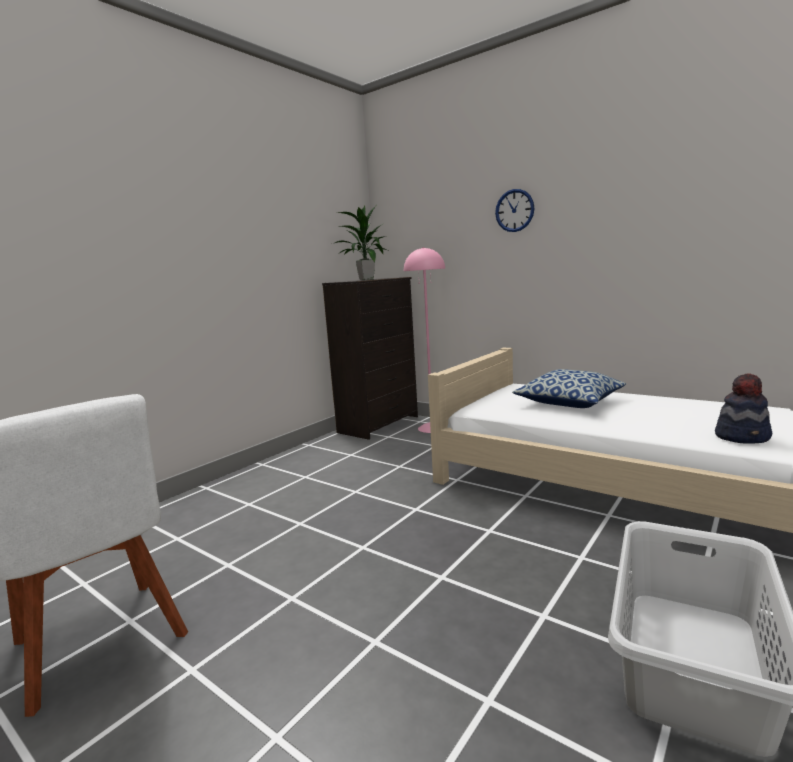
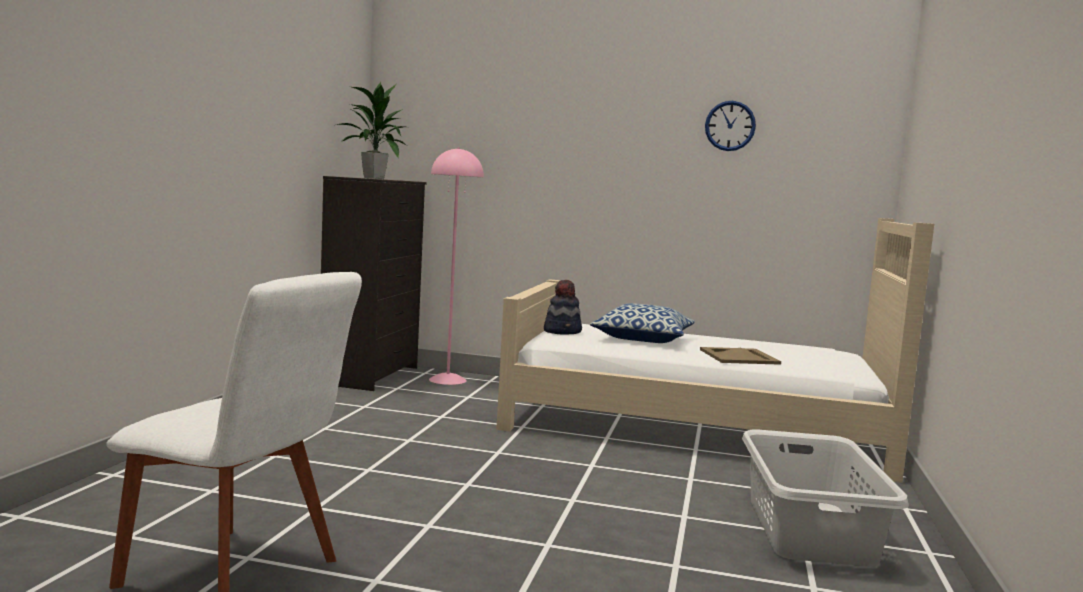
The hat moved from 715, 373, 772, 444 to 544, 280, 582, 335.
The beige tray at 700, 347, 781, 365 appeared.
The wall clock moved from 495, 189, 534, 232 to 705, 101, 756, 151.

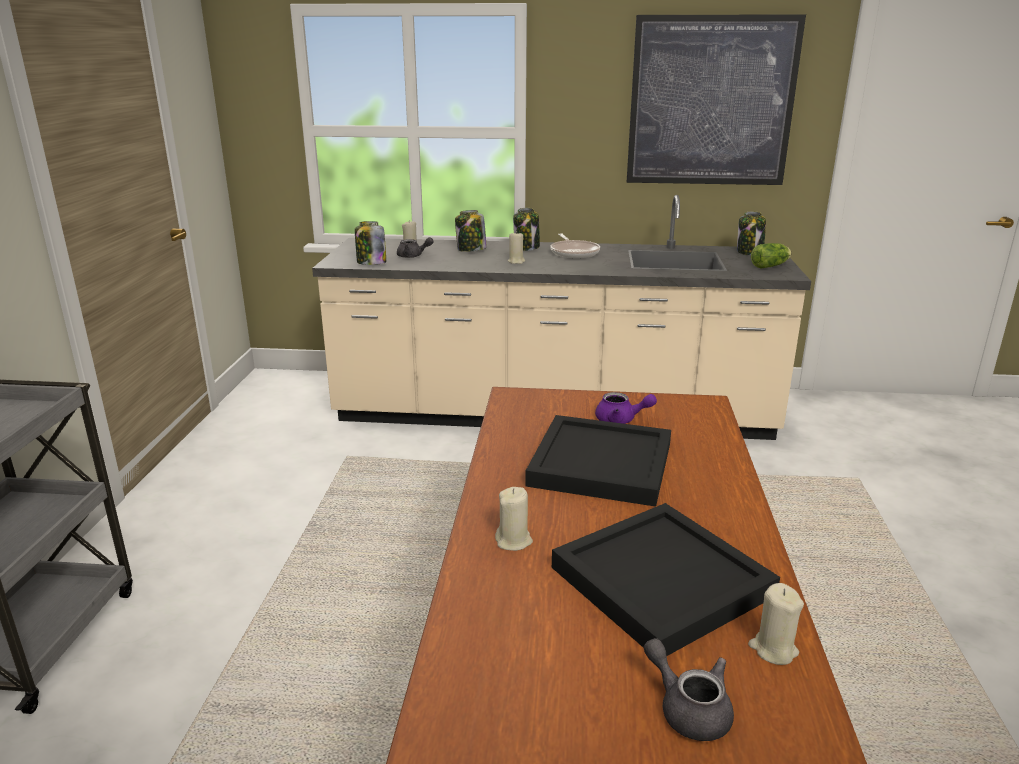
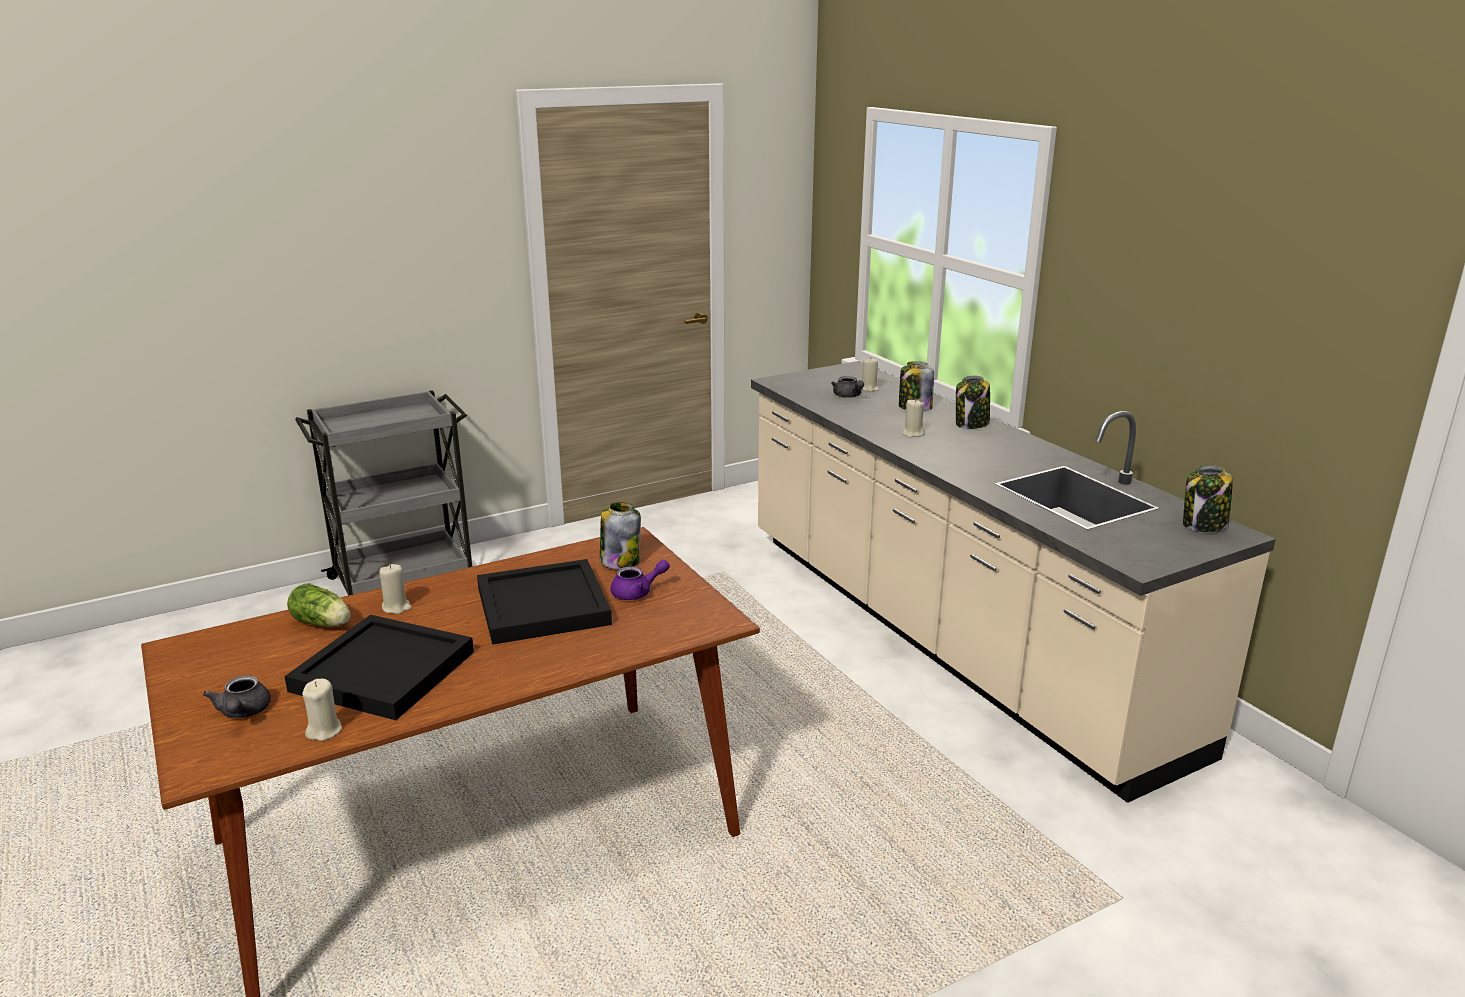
The grey teapot at 644, 638, 734, 741 turned 150 degrees clockwise.
The lettuce moved from 751, 243, 792, 268 to 287, 584, 350, 627.
The jar moved from 355, 221, 386, 265 to 600, 502, 641, 569.
The purple teapot at 595, 392, 657, 424 turned 90 degrees counterclockwise.
The frying pan at 550, 234, 600, 258 disappeared.
The picture at 627, 14, 806, 185 disappeared.

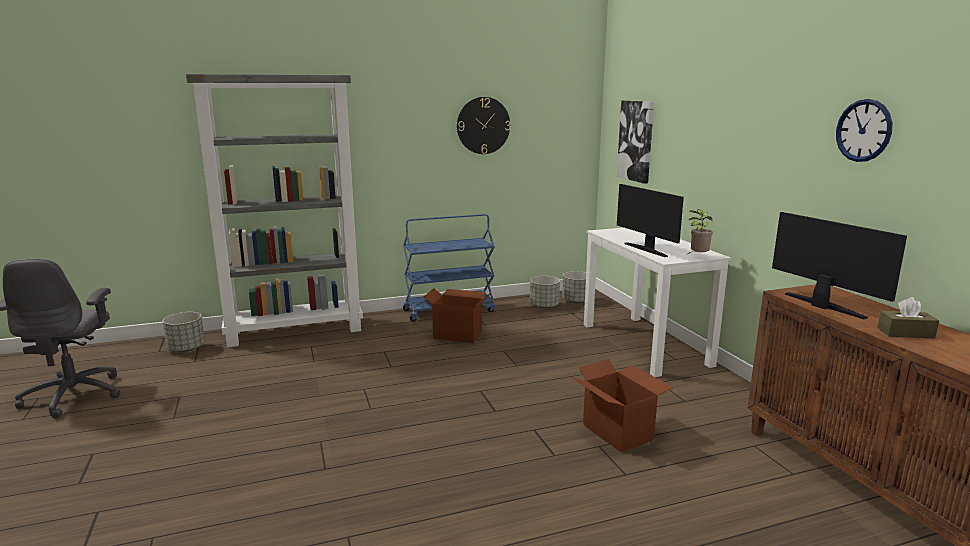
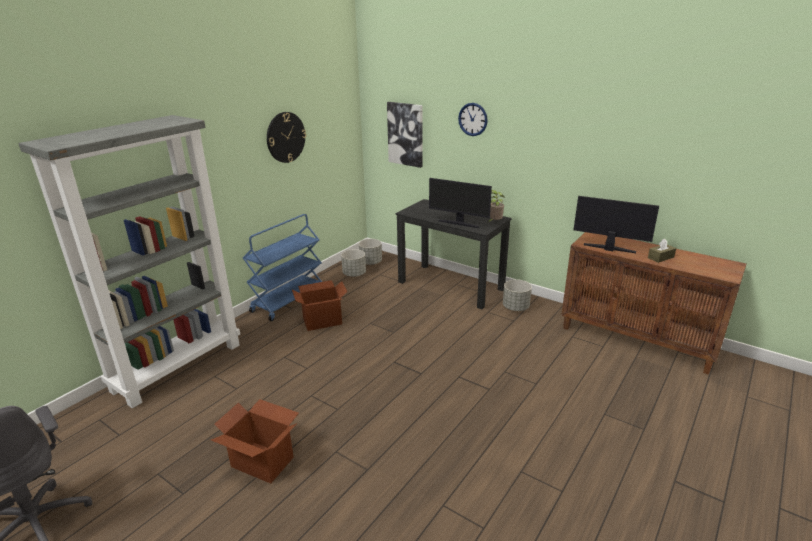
The cardboard box moved from 571, 359, 673, 452 to 211, 399, 299, 484.
The white desk at 584, 228, 731, 377 became the black desk at 396, 199, 512, 309.
The wall clock moved from 836, 99, 893, 162 to 458, 103, 488, 136.
The grey planter moved from 163, 312, 205, 352 to 503, 279, 532, 311.

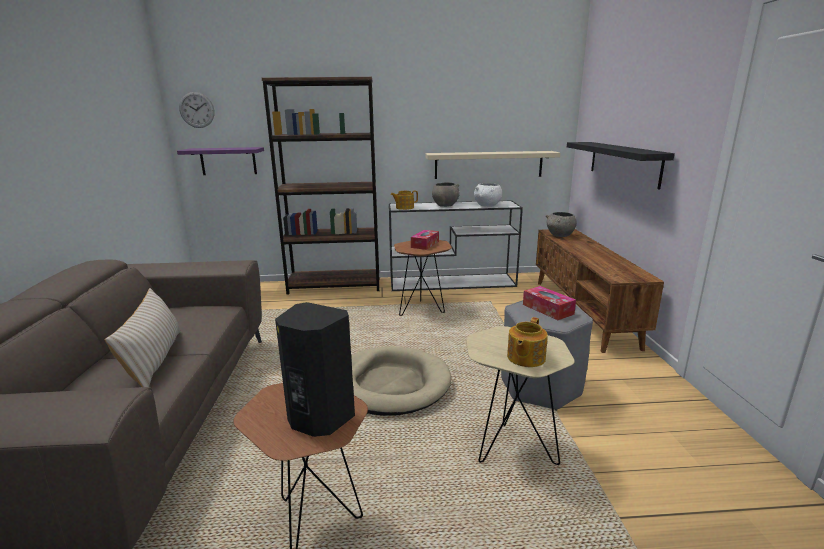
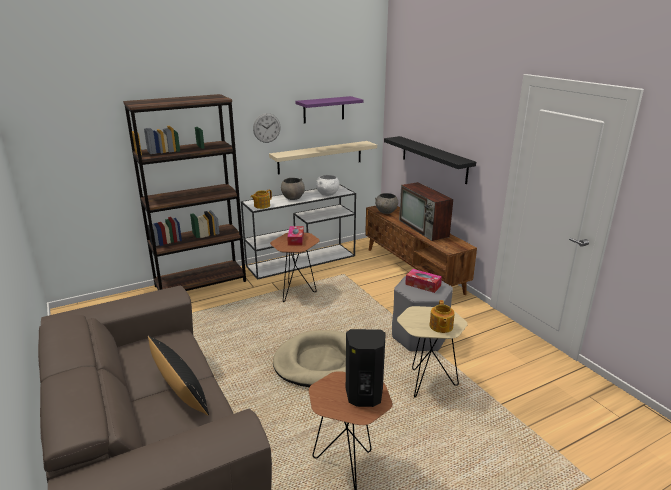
The beige pillow at 105, 288, 181, 387 became the black pillow at 148, 335, 209, 416.
The wall clock moved from 179, 92, 215, 128 to 253, 113, 281, 143.
The purple shelf moved from 177, 147, 264, 175 to 295, 96, 363, 123.
The television at 399, 182, 453, 241 appeared.

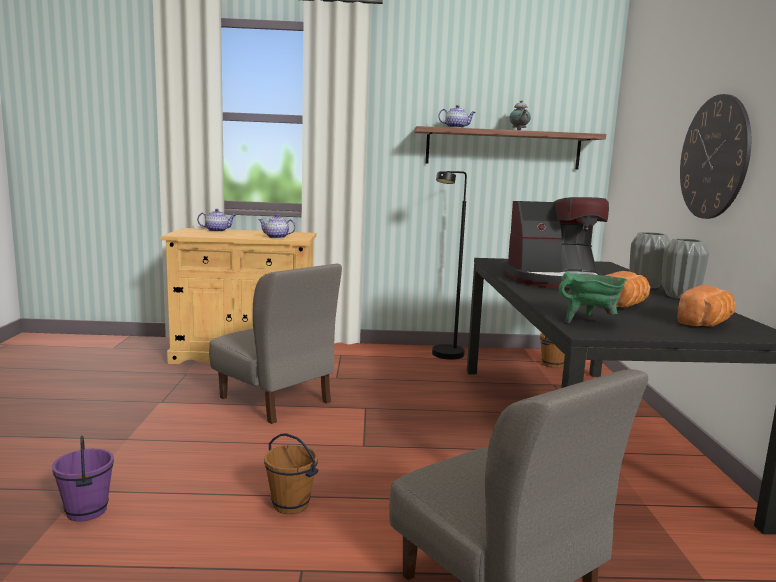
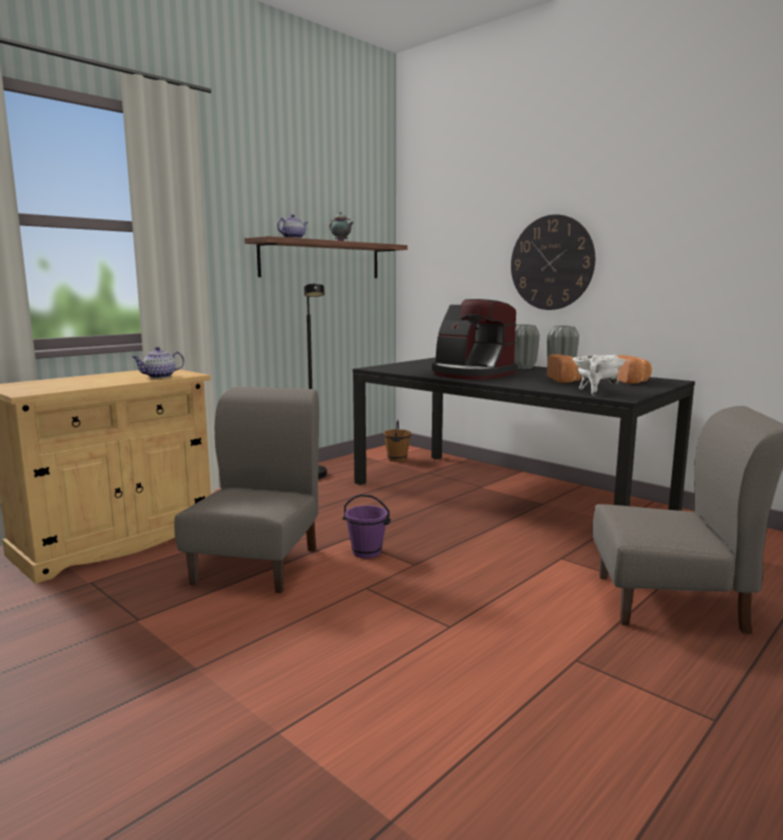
The grey chair at 209, 264, 342, 424 turned 75 degrees counterclockwise.
The purple bucket moved from 52, 436, 114, 521 to 343, 494, 391, 558.
The coffee machine at 502, 197, 609, 289 turned 90 degrees clockwise.
The green cooking pot at 559, 272, 627, 323 became the white cooking pot at 572, 355, 627, 396.
The teapot at 197, 209, 236, 232 disappeared.
The brown bucket at 264, 433, 318, 514 disappeared.

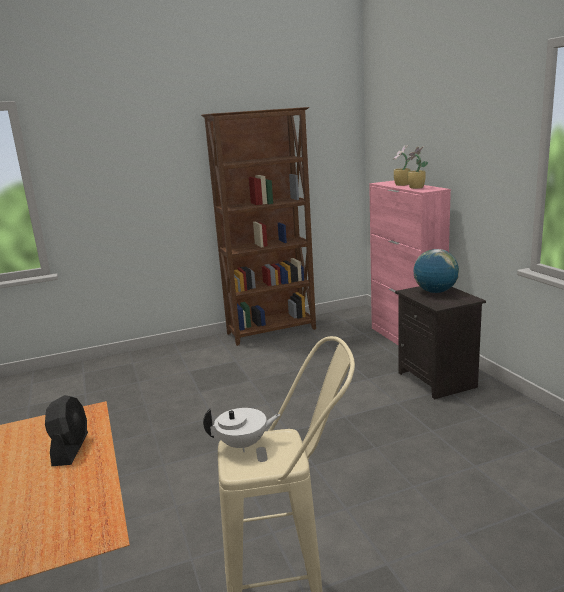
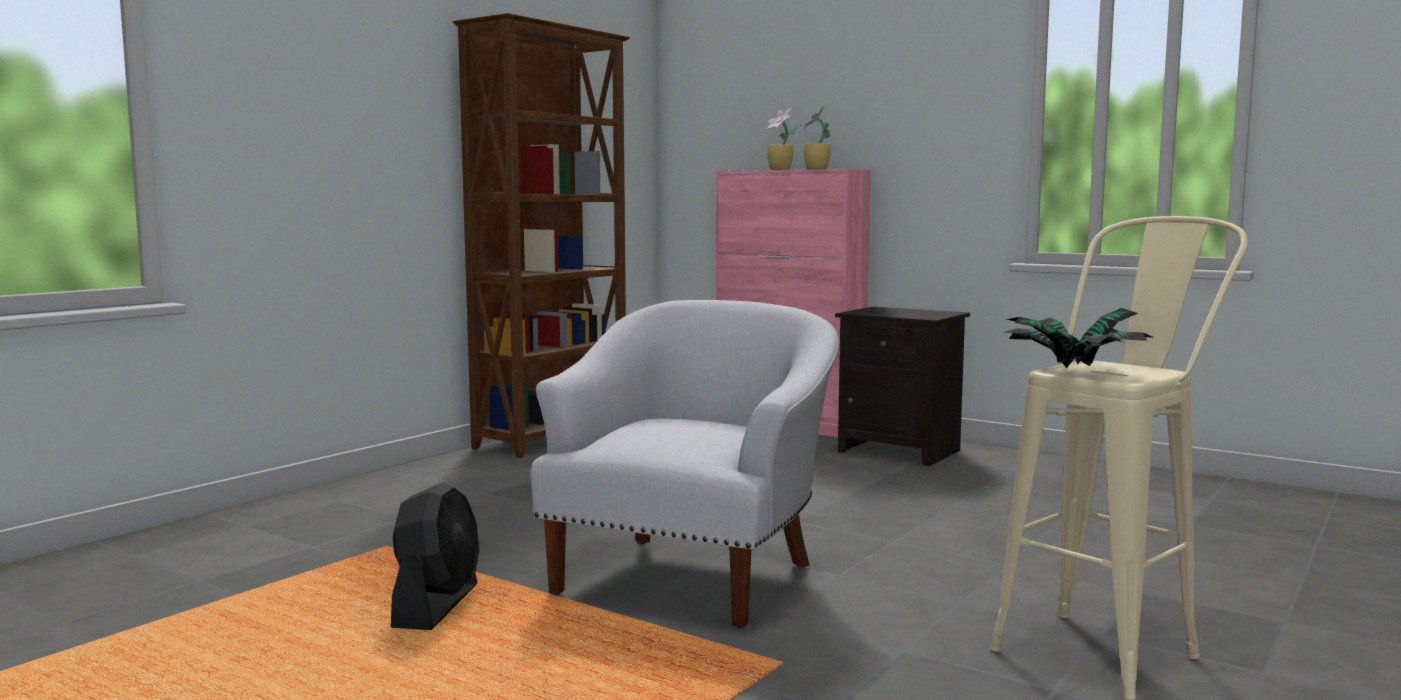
The black fan at 45, 395, 88, 466 turned 45 degrees clockwise.
The white armchair at 531, 300, 838, 628 appeared.
The white teapot at 203, 408, 280, 453 was replaced by the potted plant at 1003, 308, 1154, 369.
The globe at 414, 249, 459, 293 disappeared.

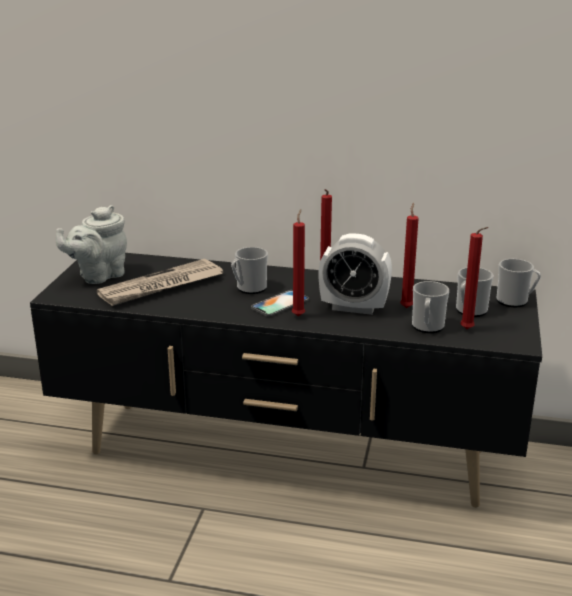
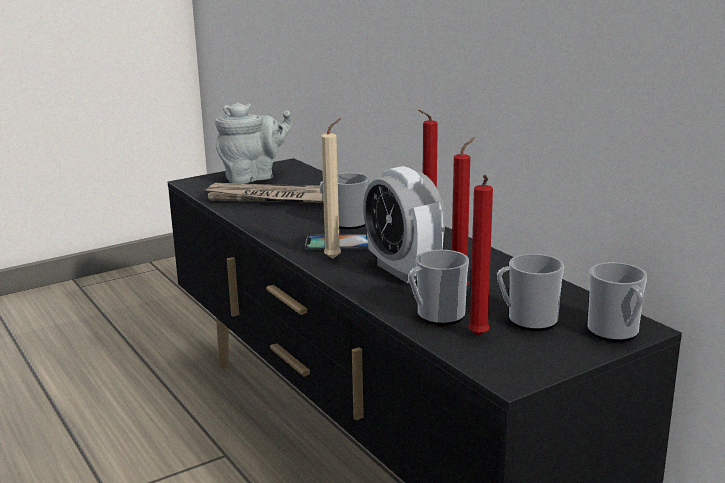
The grey teapot at 56, 205, 127, 284 turned 150 degrees clockwise.
The red candle at 292, 209, 305, 316 became the beige candle at 321, 118, 341, 259.

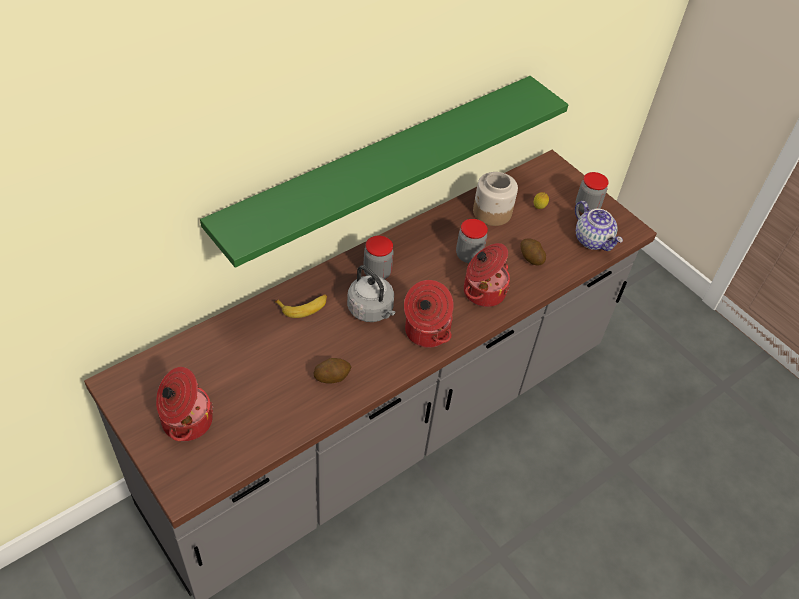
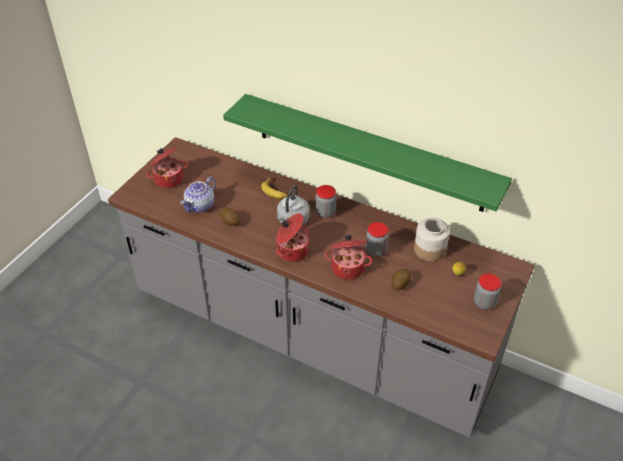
The teapot moved from 575, 201, 623, 251 to 180, 177, 216, 213.

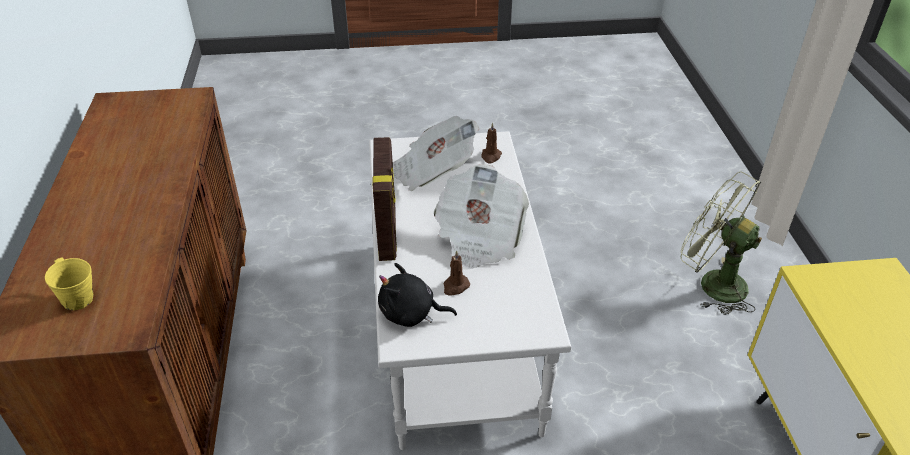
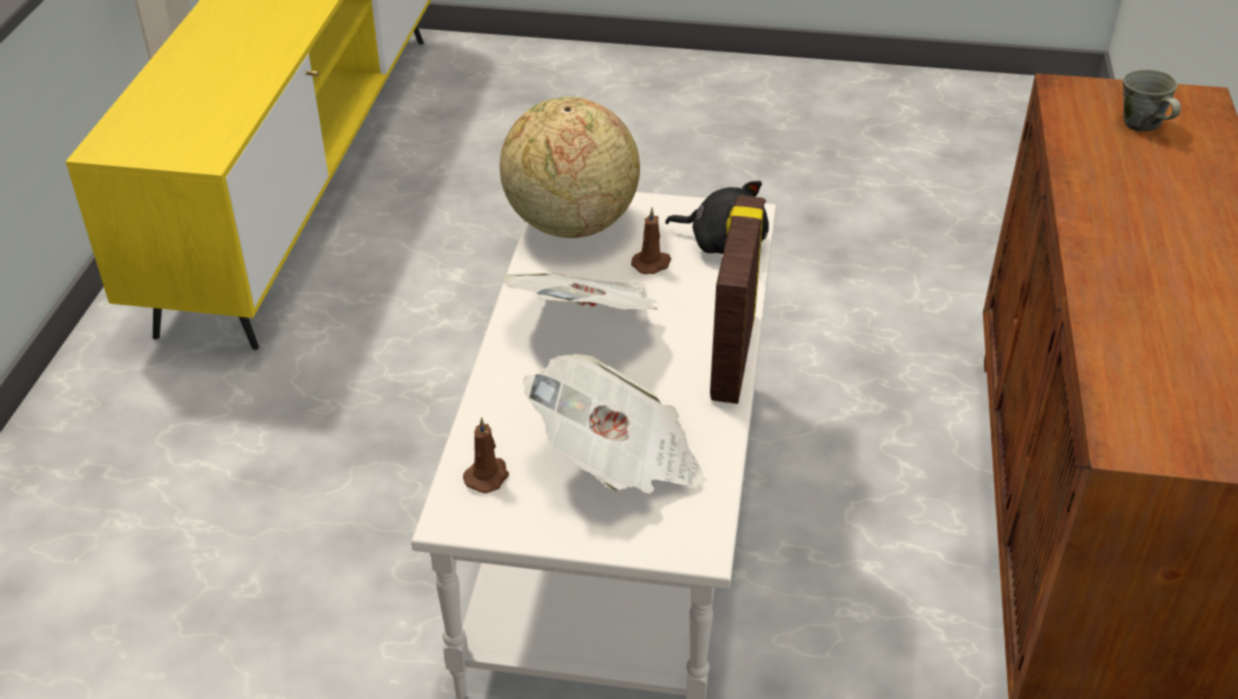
The globe at 500, 97, 640, 238 appeared.
The yellow mug at 45, 257, 93, 310 became the grey mug at 1123, 69, 1181, 132.
The green fan at 681, 171, 762, 315 disappeared.

